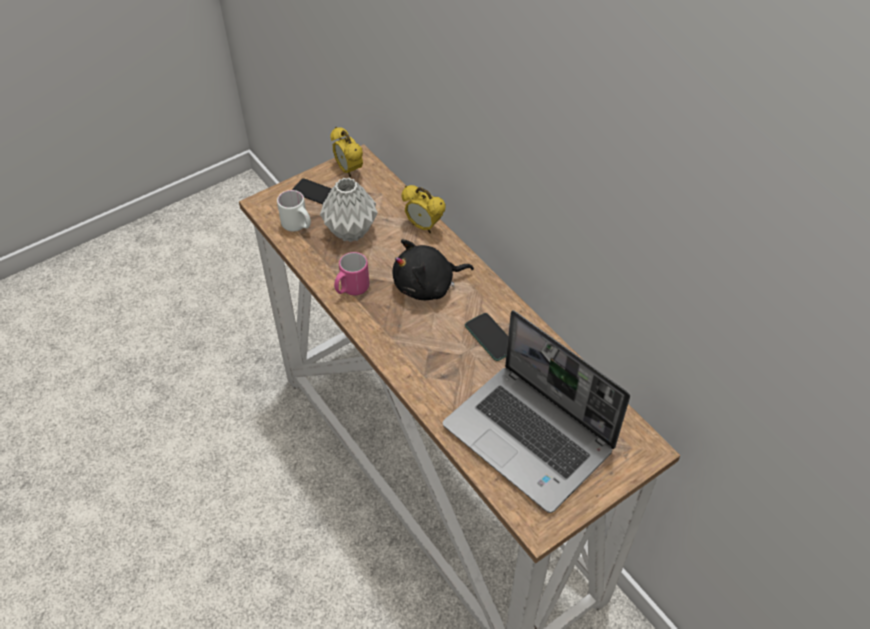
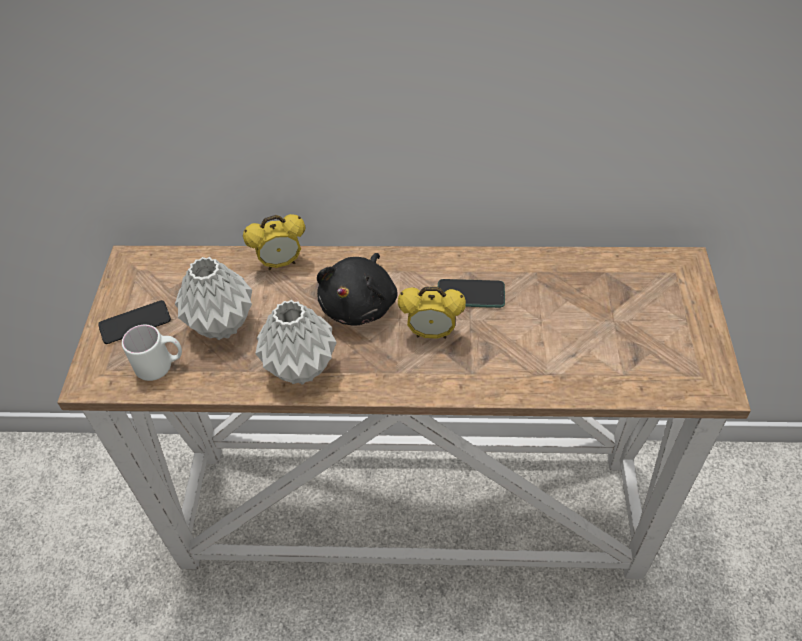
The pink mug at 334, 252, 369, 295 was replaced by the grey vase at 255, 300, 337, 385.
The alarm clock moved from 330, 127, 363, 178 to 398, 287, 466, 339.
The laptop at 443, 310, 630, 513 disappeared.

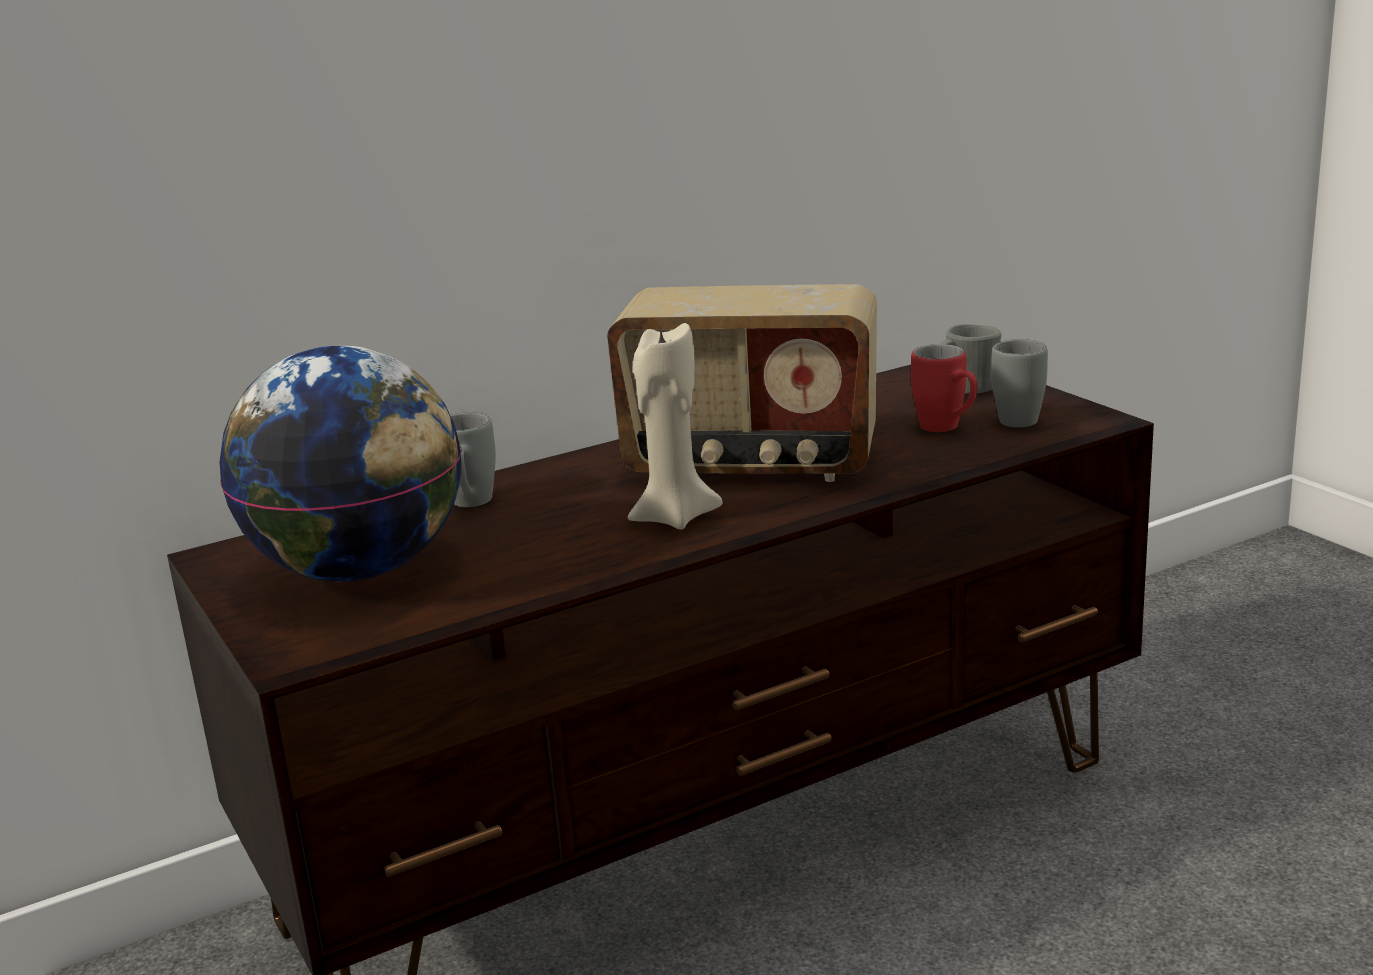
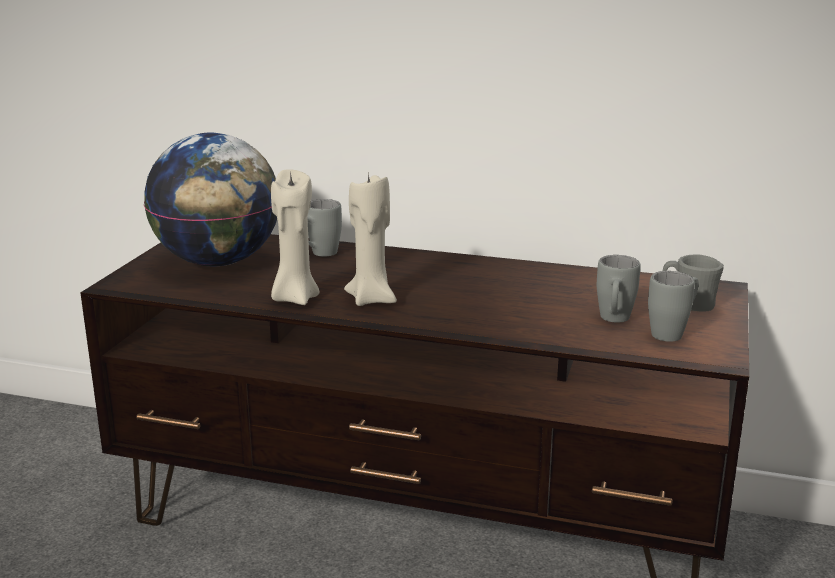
The beige candle at 271, 169, 320, 305 appeared.
The red mug at 911, 344, 977, 432 became the grey mug at 597, 255, 640, 323.
The radio at 607, 284, 877, 482 disappeared.

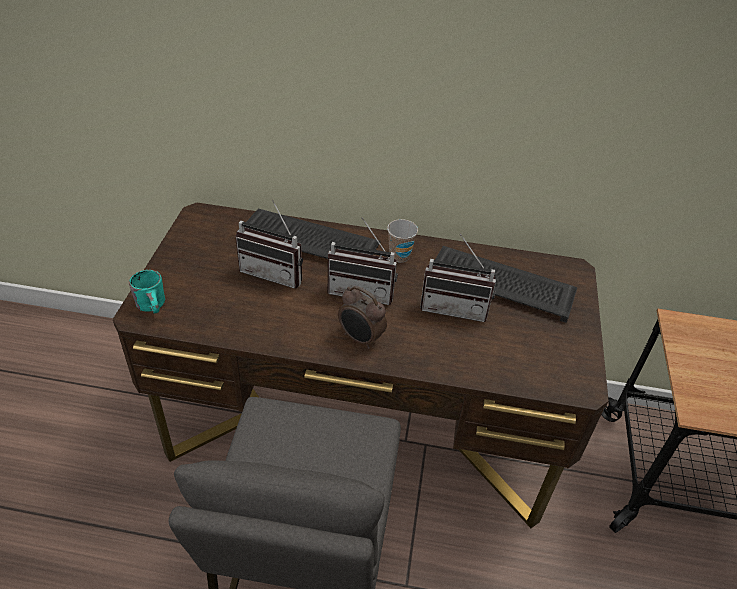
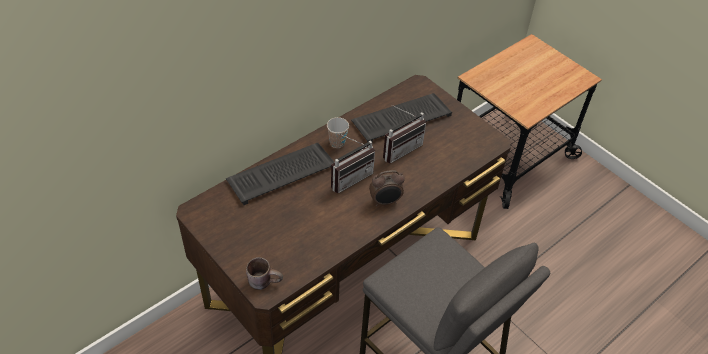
The turquoise mug at 129, 270, 165, 314 became the brown mug at 246, 257, 283, 290.
The radio at 235, 200, 303, 288 disappeared.

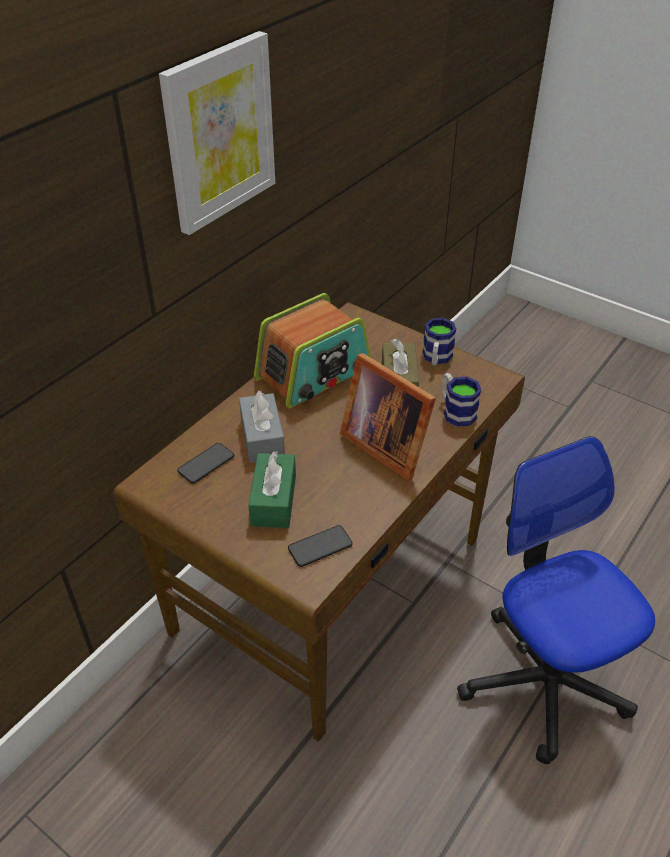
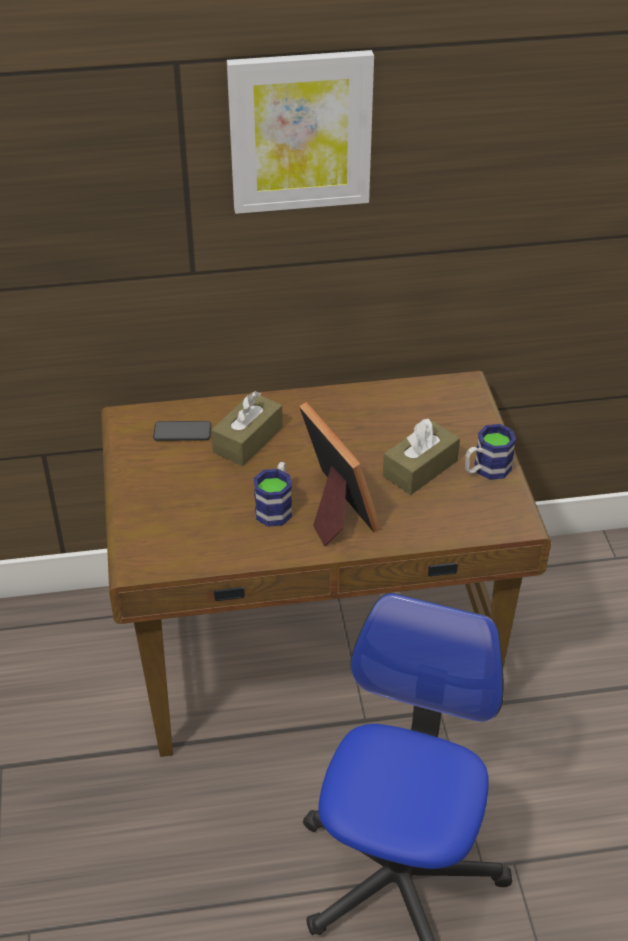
The grey tissue box at 239, 391, 285, 463 became the brown tissue box at 211, 391, 283, 466.
The mug moved from 442, 373, 481, 427 to 254, 462, 292, 527.
The picture frame at 340, 353, 436, 481 turned 150 degrees clockwise.
The green tissue box at 248, 451, 296, 528 disappeared.
The radio at 254, 293, 371, 408 disappeared.
The phone at 288, 525, 353, 567 disappeared.

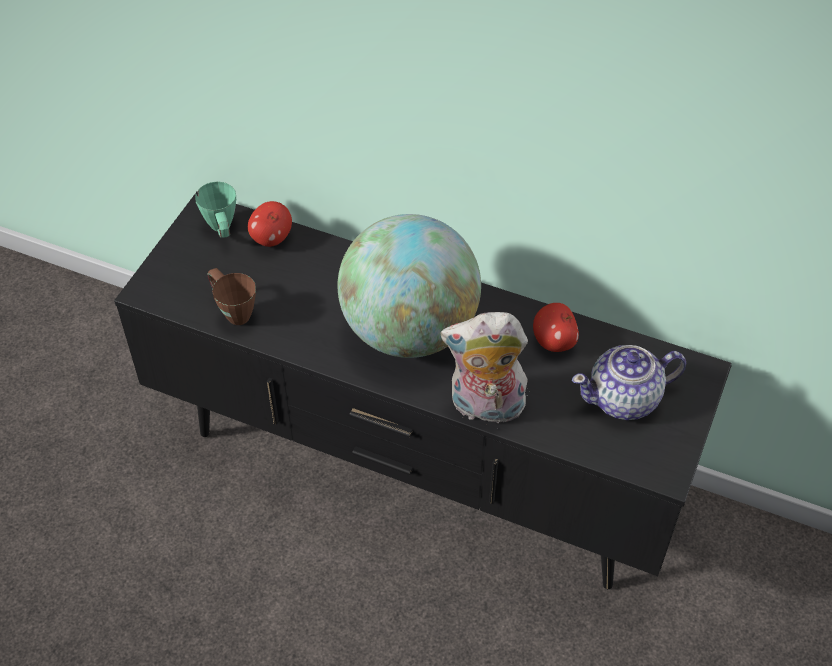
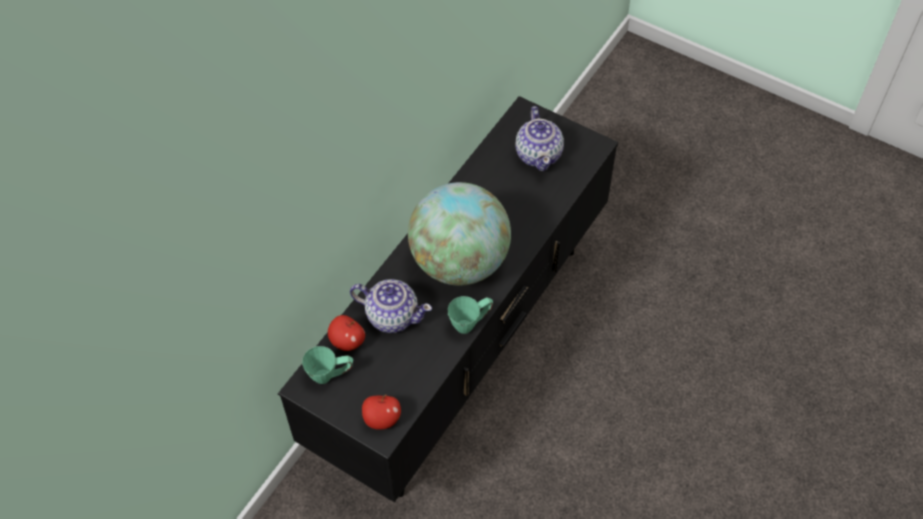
The teapot at 350, 279, 432, 333 appeared.
The apple moved from 533, 303, 579, 352 to 362, 395, 401, 430.
The green mug at 448, 296, 493, 334 appeared.
The brown mug at 207, 268, 256, 325 disappeared.
The plush toy at 440, 312, 528, 424 disappeared.

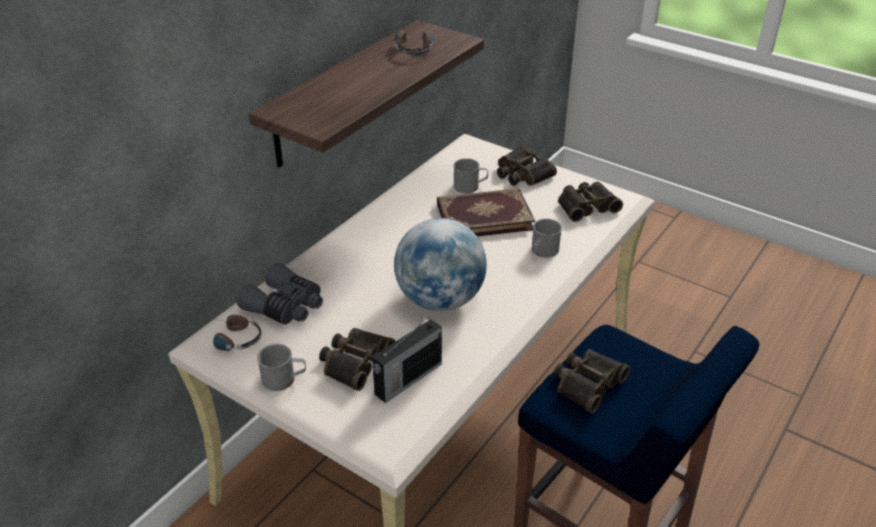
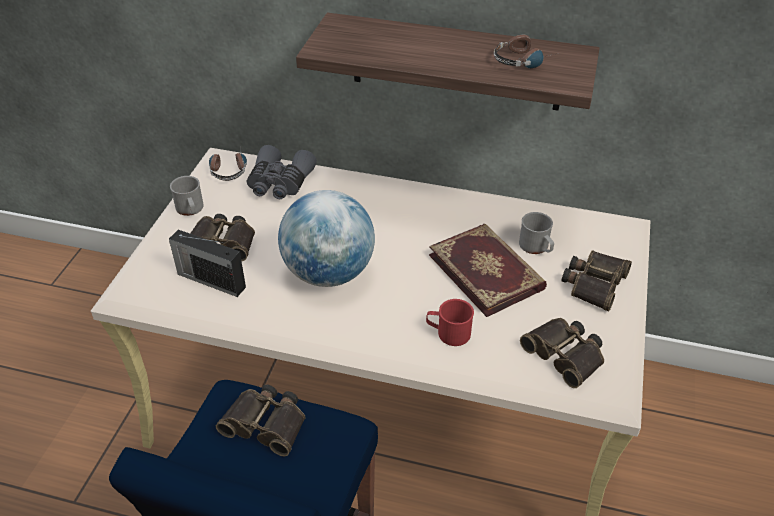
The grey mug at 532, 219, 562, 258 became the red mug at 426, 299, 474, 346.

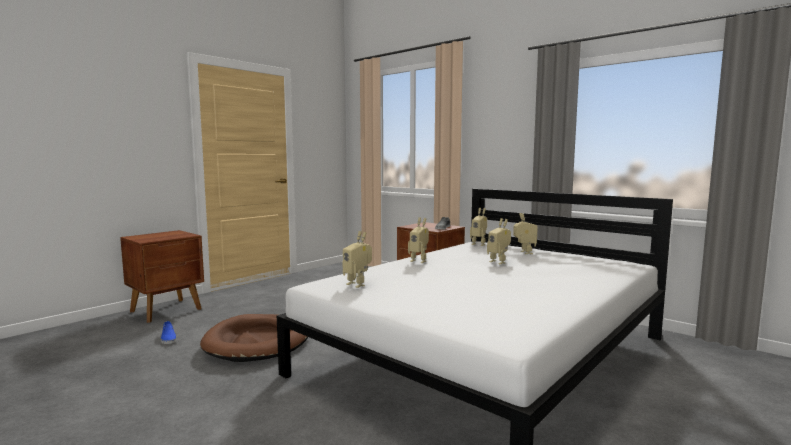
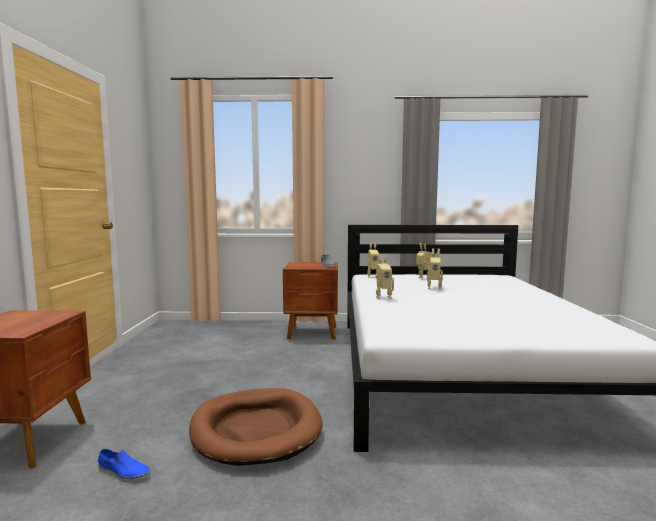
The toy robot at 343, 231, 372, 288 disappeared.

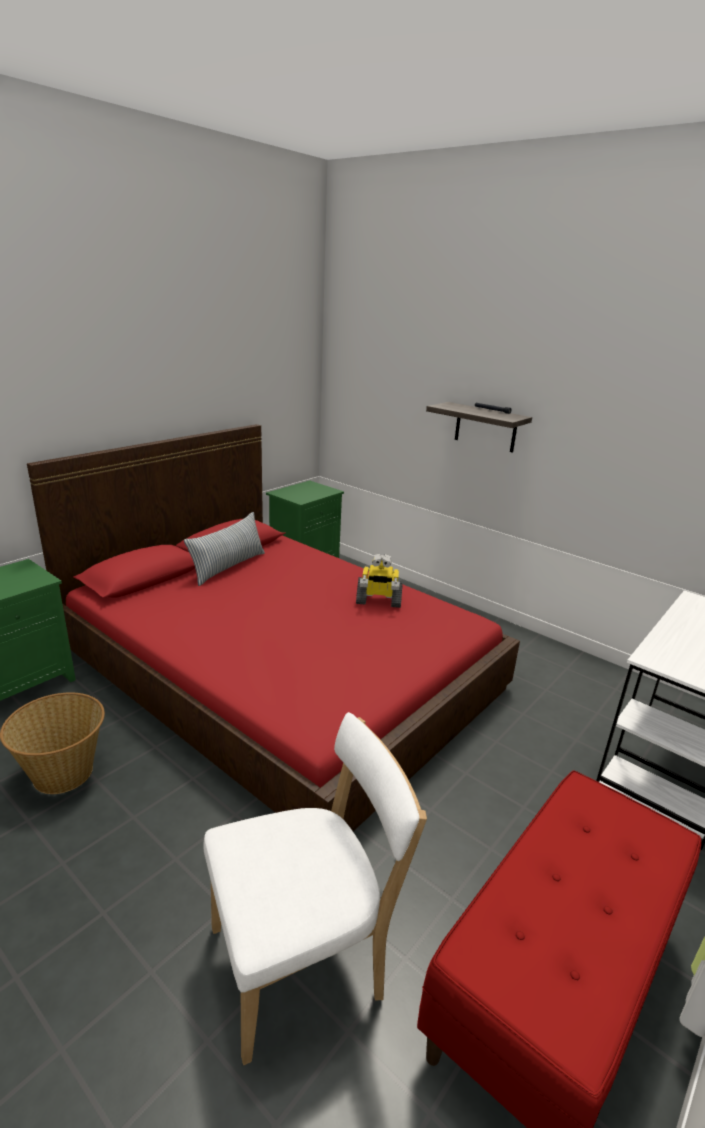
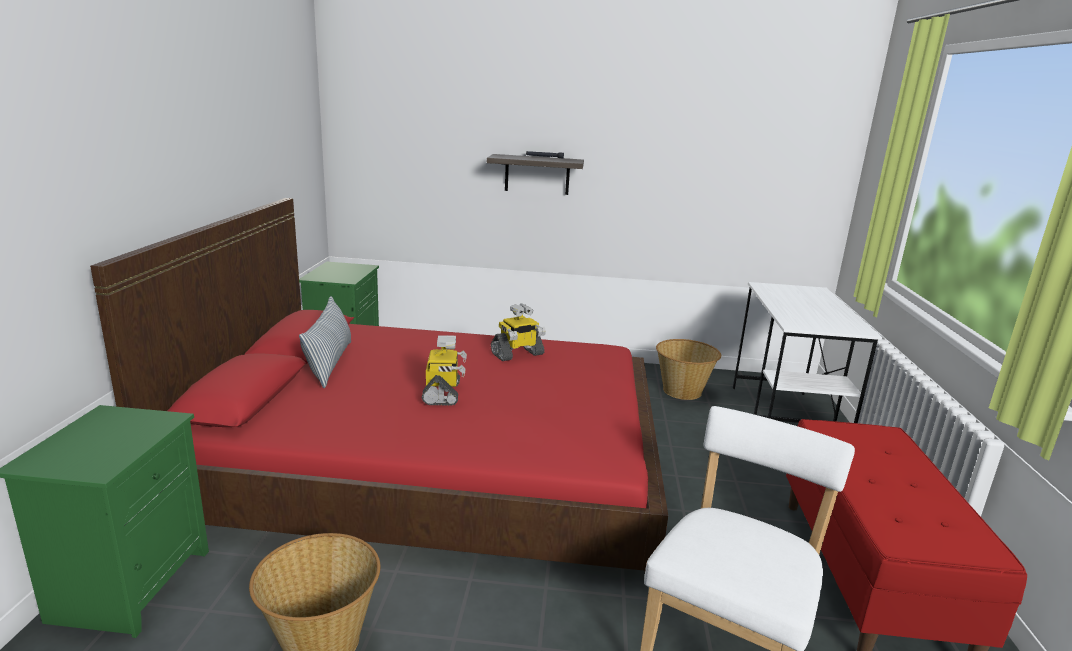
The toy robot at 422, 335, 467, 406 appeared.
The basket at 656, 339, 721, 400 appeared.

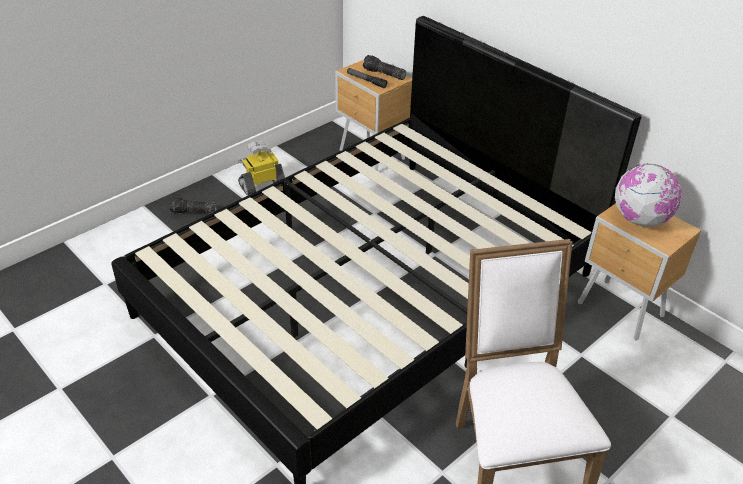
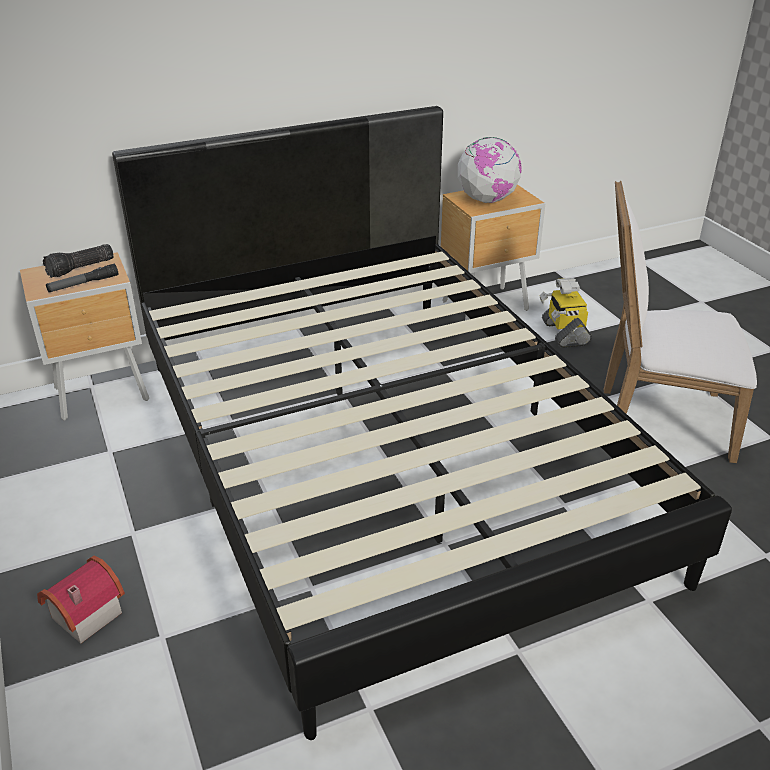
The flashlight at 170, 197, 217, 213 was replaced by the toy house at 37, 555, 125, 643.
The toy robot moved from 237, 141, 285, 195 to 540, 278, 592, 348.

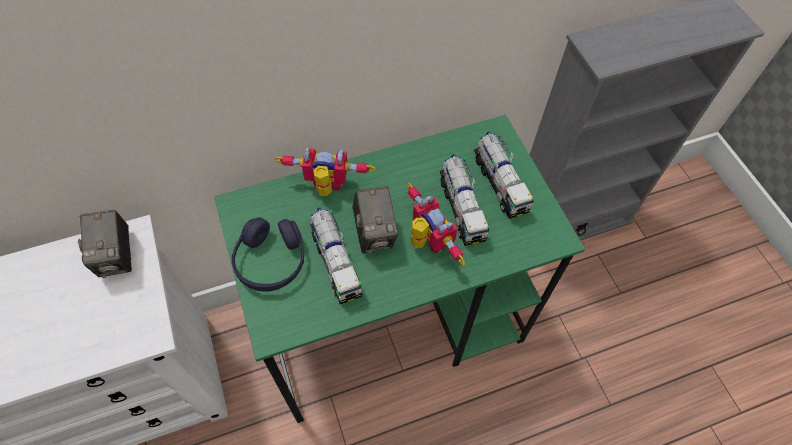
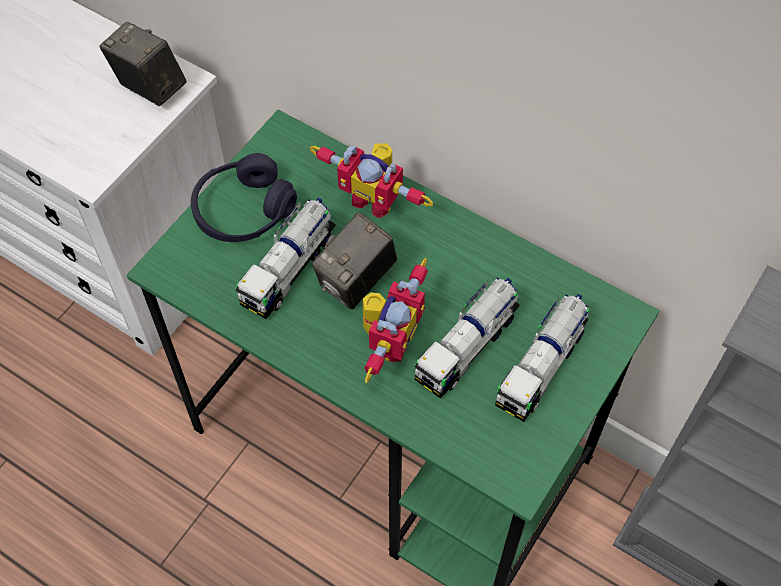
The photo camera at 78, 210, 132, 278 turned 90 degrees clockwise.
The toy robot at 275, 147, 376, 196 turned 150 degrees clockwise.

